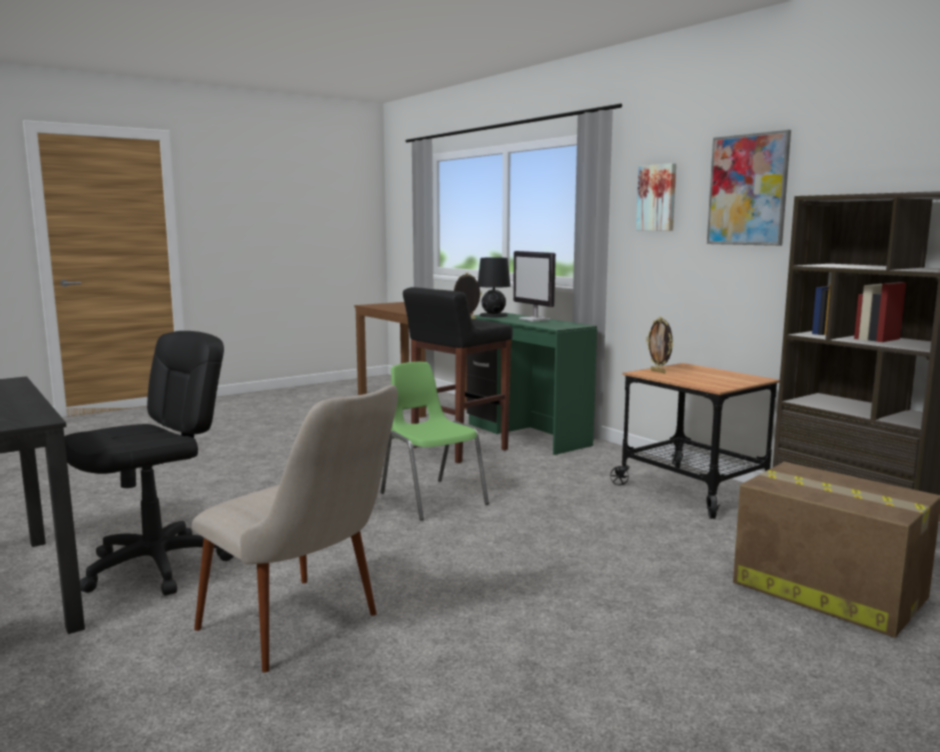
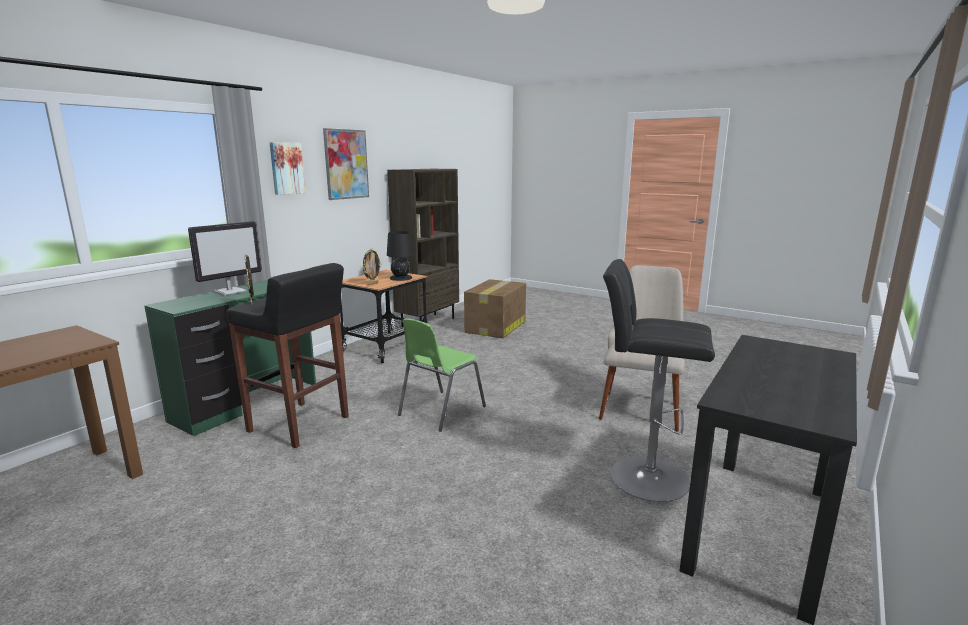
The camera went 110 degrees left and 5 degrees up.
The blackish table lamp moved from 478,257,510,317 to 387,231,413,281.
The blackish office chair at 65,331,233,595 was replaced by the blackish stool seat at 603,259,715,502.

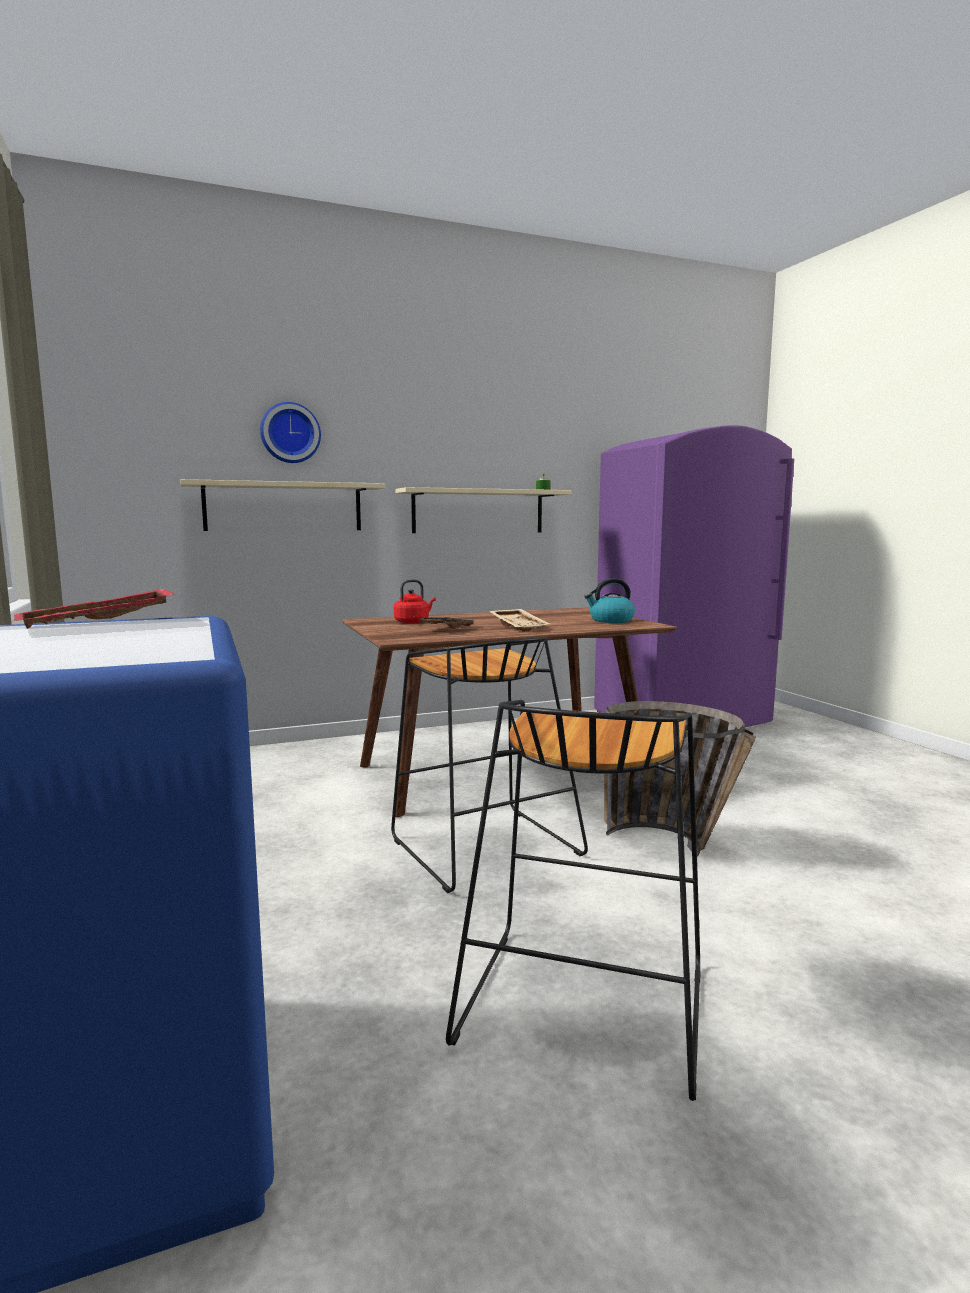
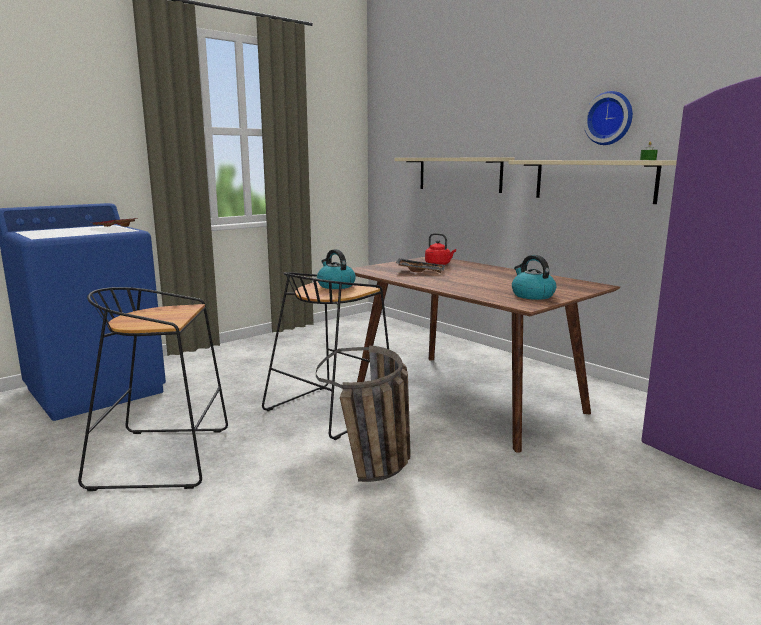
The camera went 70 degrees right and 5 degrees up.
The water kettle at 317,249,356,289 appeared.
The clock on the wall moved from 260,402,321,463 to 584,91,633,145.
The beige-coloured carrying tray at 489,609,550,632 disappeared.

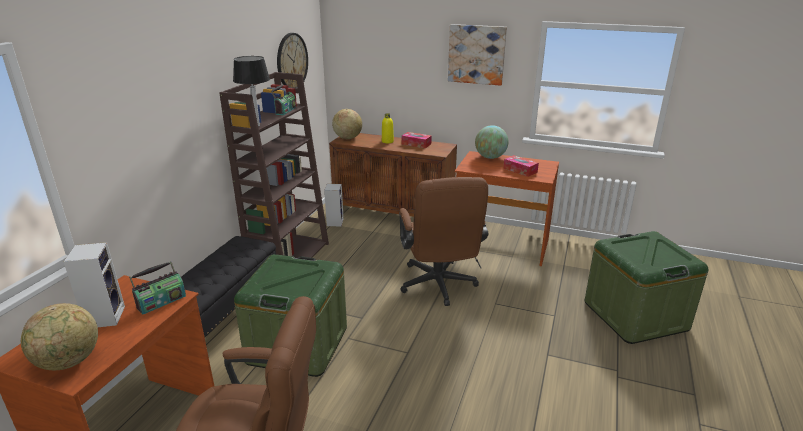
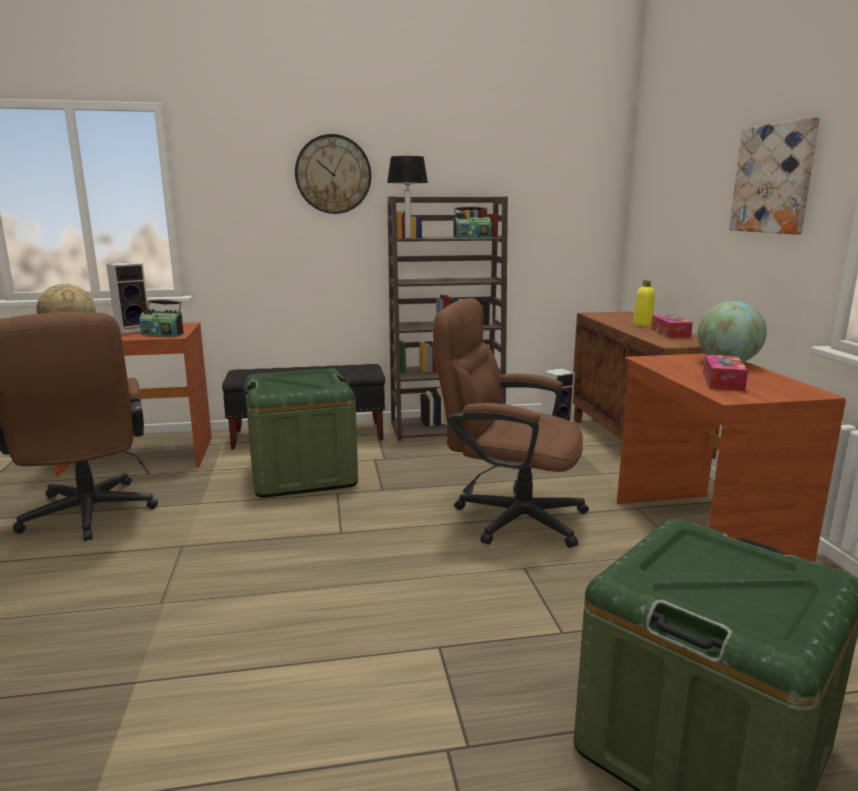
The camera went 60 degrees right and 10 degrees down.
The clock on the wall moved from 277,33,308,88 to 295,134,371,214.
The brown-coloured office chair at 399,177,489,306 turned 60 degrees clockwise.
The world globe at 332,109,362,139 disappeared.

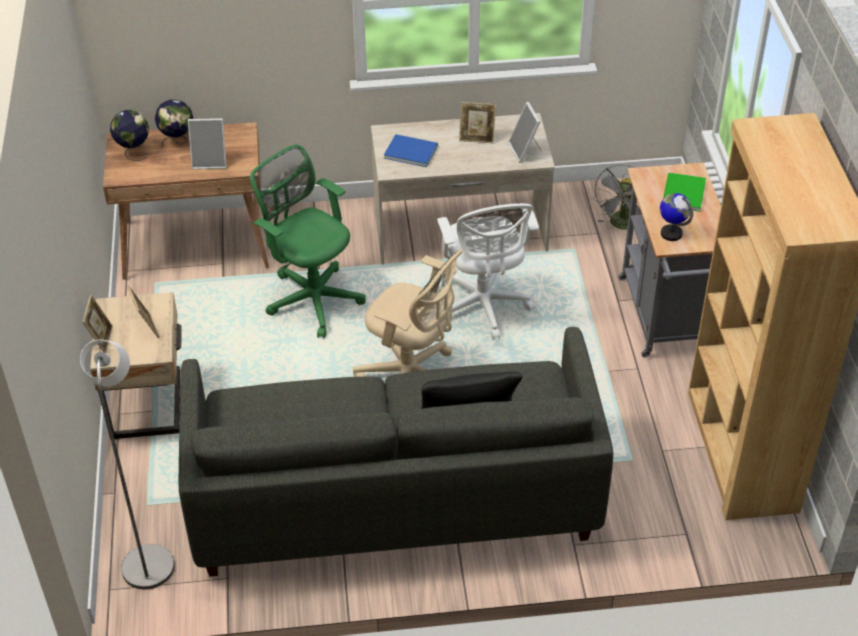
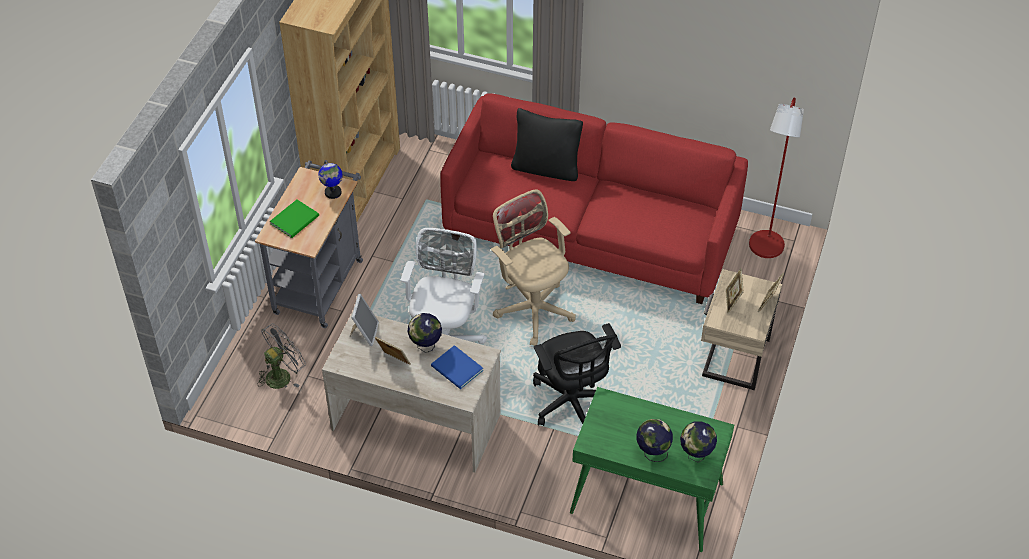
The camera went 155 degrees left and 5 degrees up.
The world globe at 407,313,442,353 appeared.
The gray couch at 179,327,613,577 became the red couch at 440,94,748,304.
The greenish office chair at 250,145,366,338 became the blackish office chair at 533,323,621,426.
The brown-coloured desk unit at 103,122,269,280 became the greenish desk unit at 570,387,734,552.
The gray standard lamp at 80,339,174,590 became the red standard lamp at 749,98,804,258.
The picture frame at 188,118,227,169 disappeared.

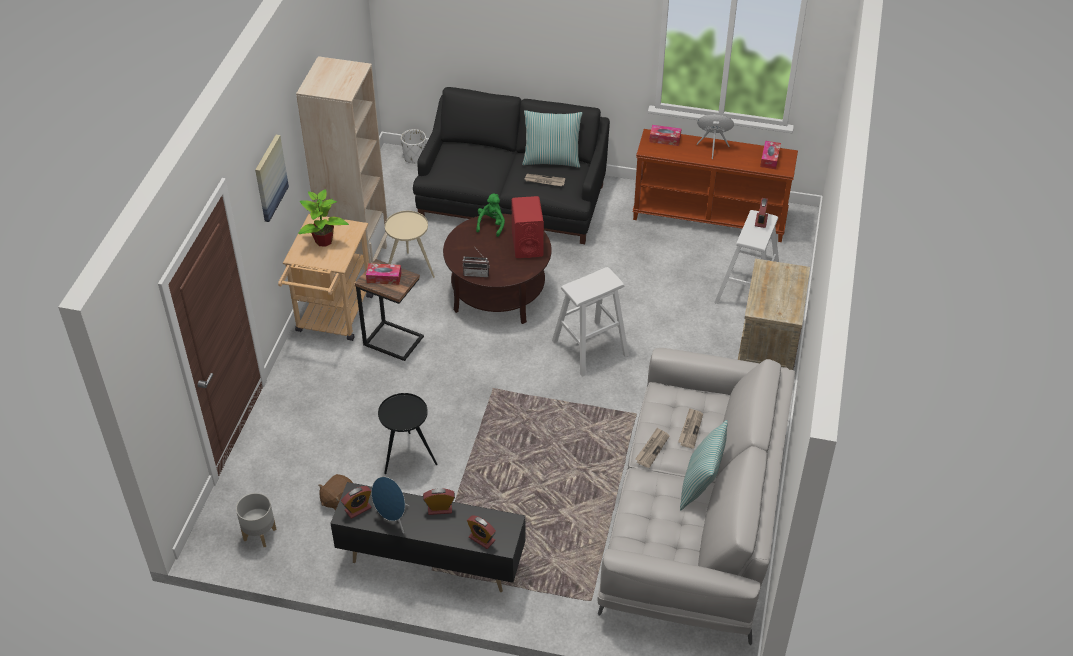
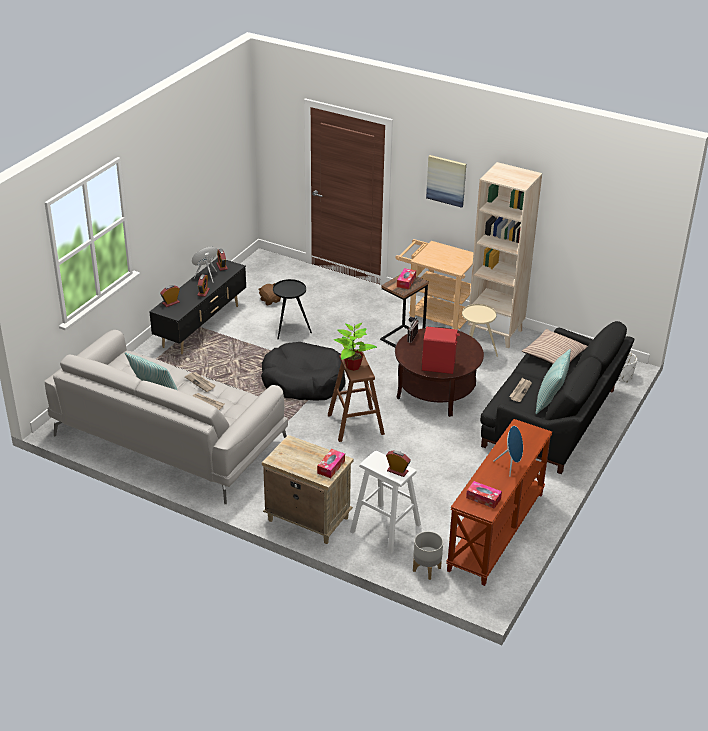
The camera went 105 degrees right and 10 degrees down.
The blackish pet bed at 261,342,346,400 appeared.
The tissue box moved from 649,125,681,146 to 317,449,345,478.
The white-coloured stool seat at 552,267,629,377 became the brown-coloured stool seat at 327,352,385,442.
The plant in a pot moved from 298,189,349,247 to 334,323,377,371.
The gray plant pot moved from 236,493,277,547 to 413,531,443,580.
The throw pillow at 521,329,587,365 appeared.
The greenish soft toy at 476,194,505,237 disappeared.

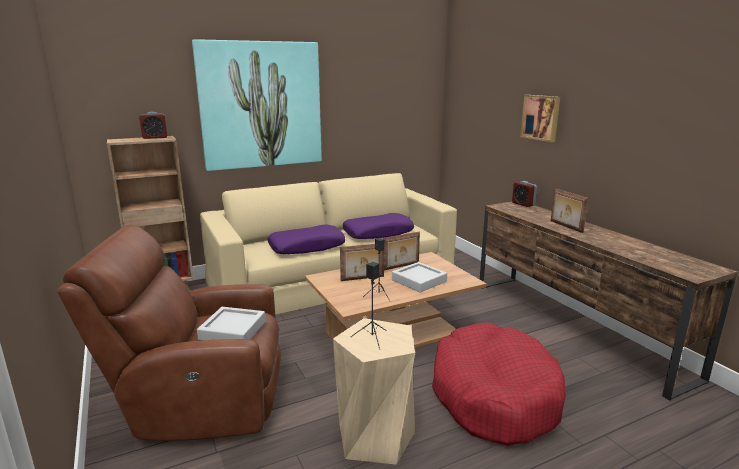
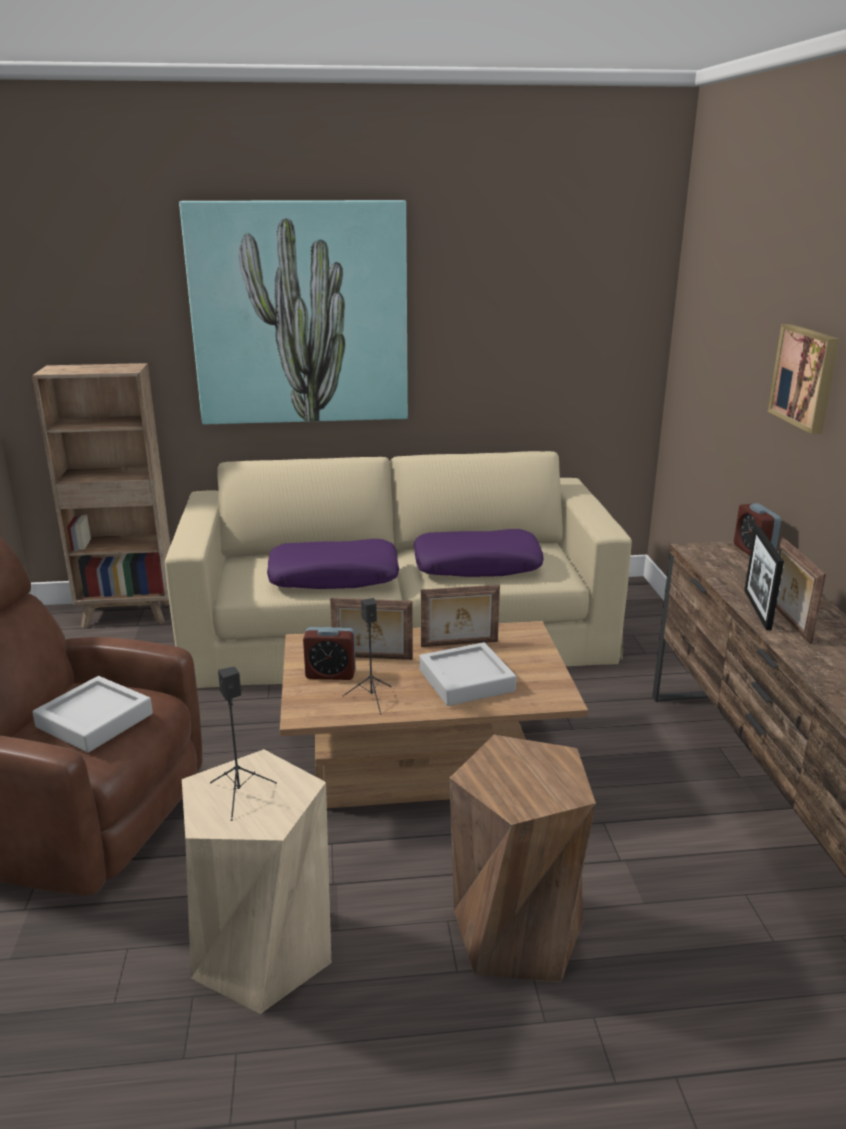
The camera went 20 degrees right and 5 degrees up.
The table clock moved from 139,112,168,139 to 303,627,356,680.
The red pet bed at 432,322,566,446 was replaced by the brown-coloured stool seat at 450,735,596,982.
The picture frame at 744,527,784,631 appeared.

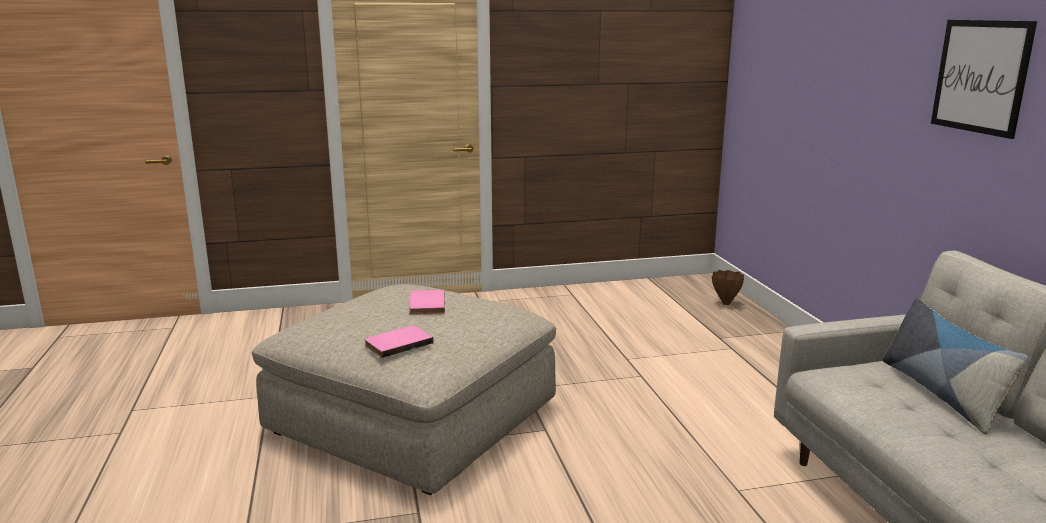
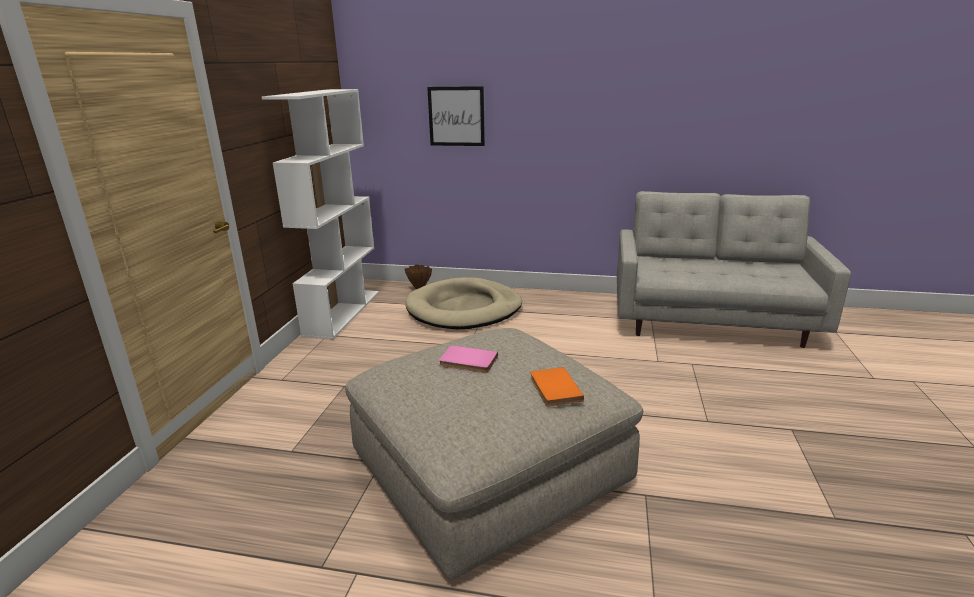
The camera went 65 degrees left and 5 degrees up.
The white-coloured bookcase at 262,89,379,340 appeared.
The beige-coloured pet bed at 405,277,522,329 appeared.
The wall picture moved from 931,20,1037,139 to 427,86,485,146.
The pink-coloured volume at 364,325,434,358 became the orange-coloured volume at 531,367,584,407.
The throw pillow at 882,297,1028,434 disappeared.

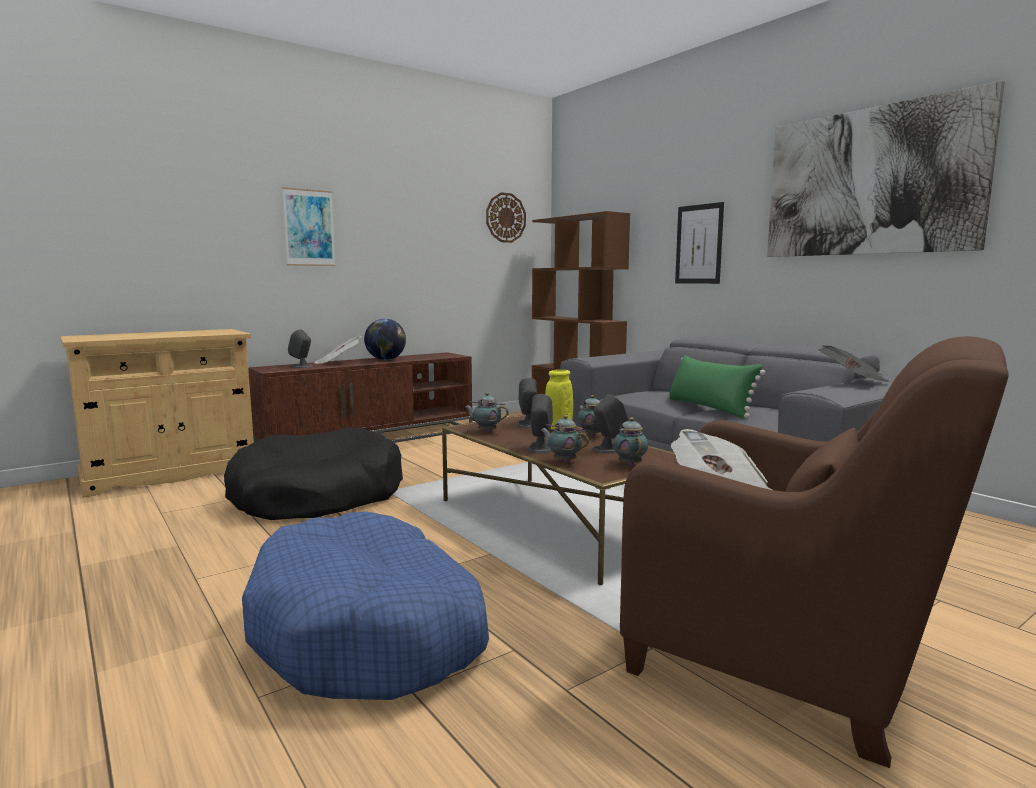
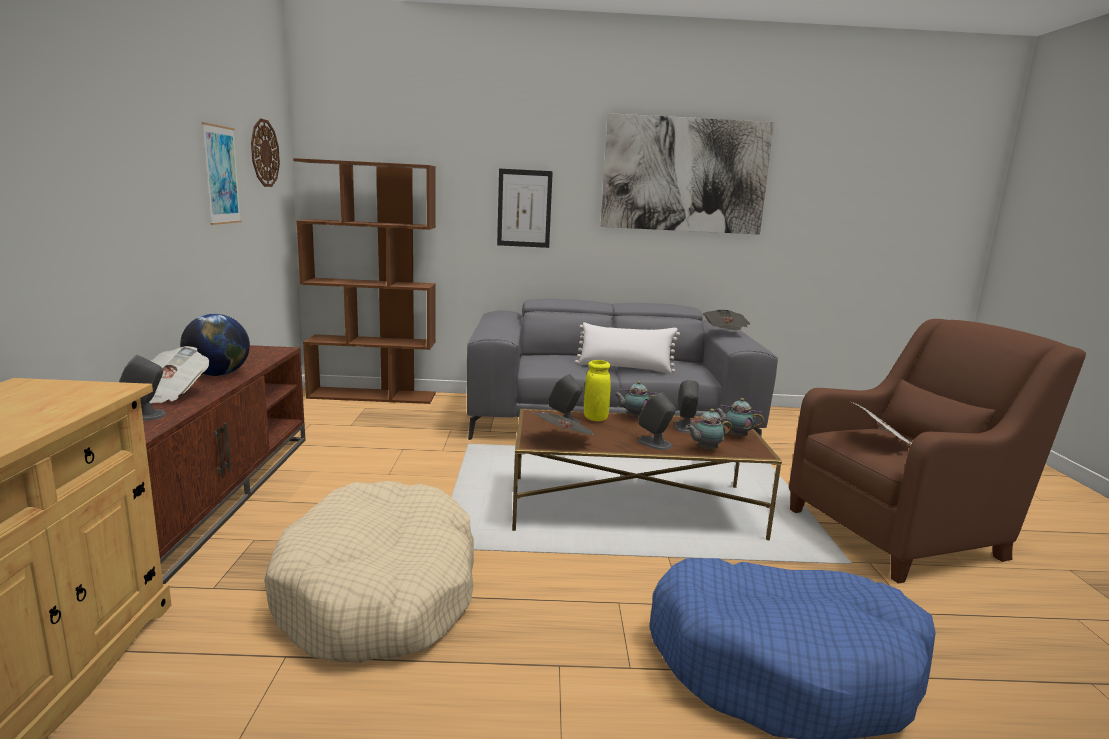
The camera went 55 degrees left and 5 degrees up.
The wall picture moved from 282,187,336,266 to 202,122,242,225.
The blackish pet bed at 224,427,403,520 became the beige-coloured pet bed at 264,481,474,663.
The tea pot at 465,393,509,432 was replaced by the newspaper at 533,412,595,435.
The greenish throw pillow at 668,355,765,419 became the white-coloured throw pillow at 575,322,680,374.

